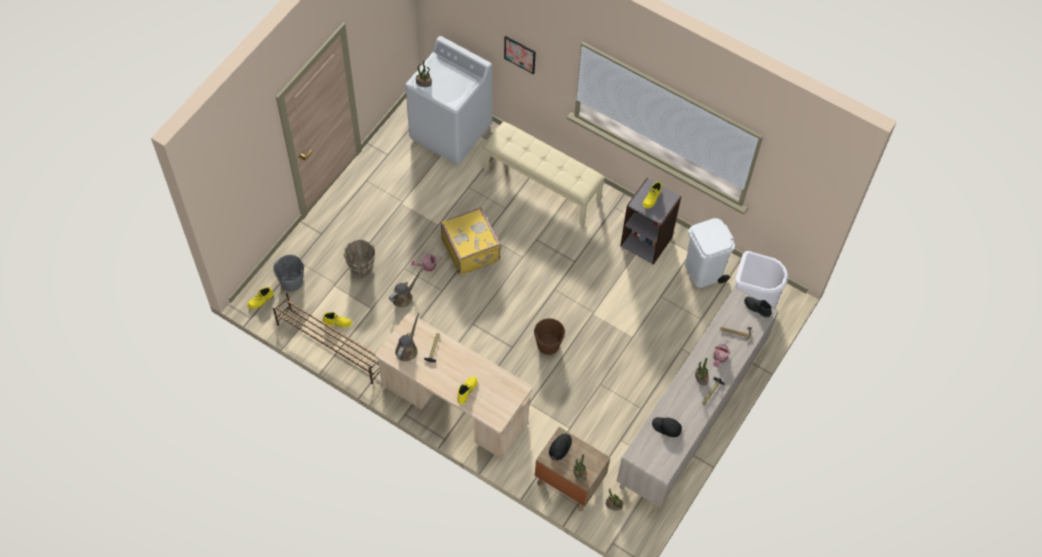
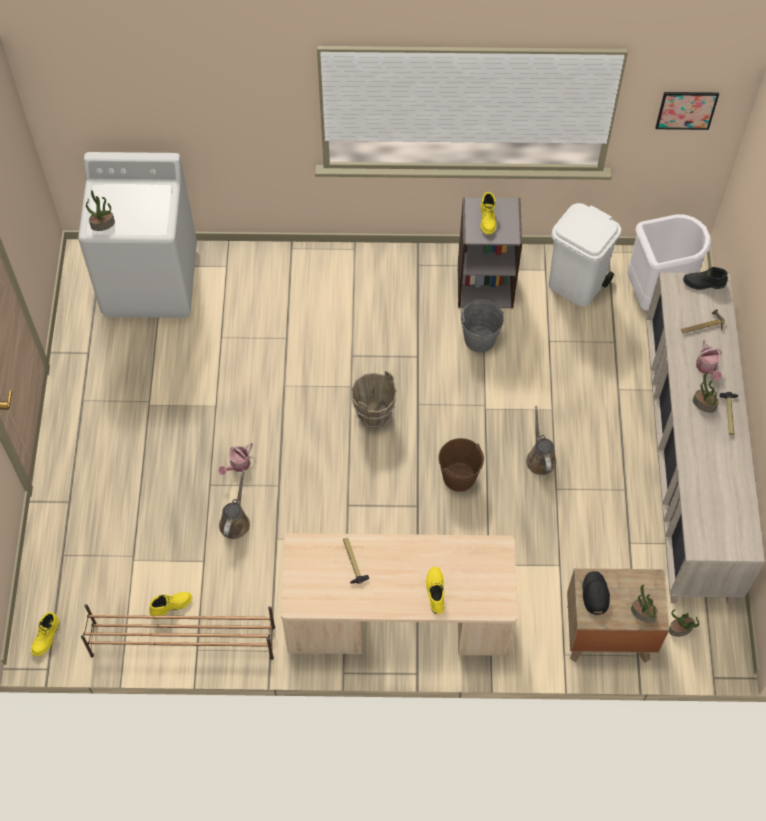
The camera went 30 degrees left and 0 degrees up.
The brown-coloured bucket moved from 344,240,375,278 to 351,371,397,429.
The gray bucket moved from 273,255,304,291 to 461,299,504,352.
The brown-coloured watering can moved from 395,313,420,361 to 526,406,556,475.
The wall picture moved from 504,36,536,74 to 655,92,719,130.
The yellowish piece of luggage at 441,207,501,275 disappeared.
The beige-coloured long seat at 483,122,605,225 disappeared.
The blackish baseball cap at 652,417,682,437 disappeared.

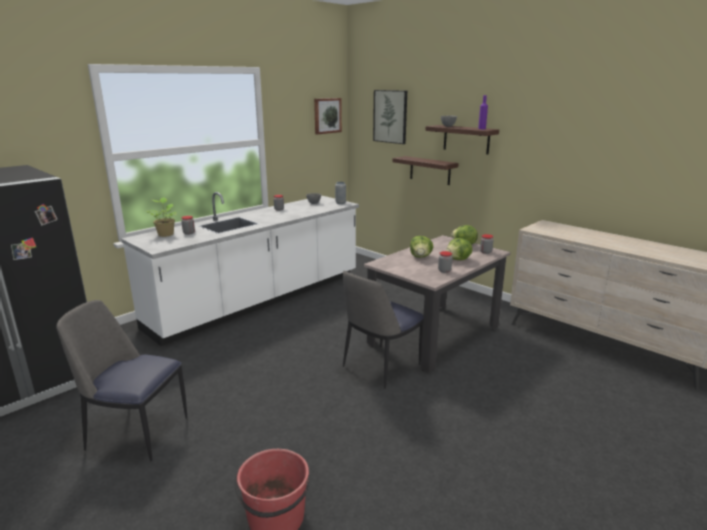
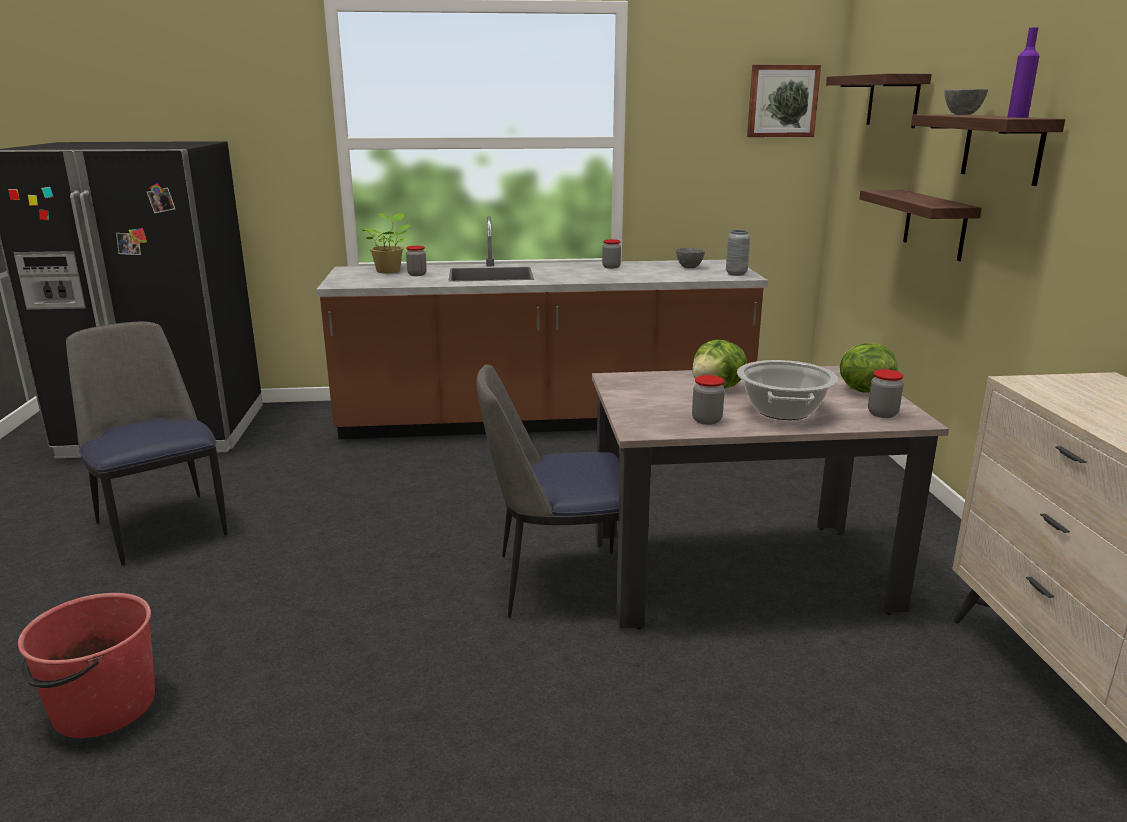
The camera went 40 degrees right and 0 degrees up.
The white-coloured counter at 121,192,359,346 became the brown-coloured counter at 316,216,768,439.
The lettuce at 446,238,472,260 was replaced by the saucepot at 737,360,838,420.
The wall picture at 373,90,407,144 was replaced by the bracket shelf at 826,74,932,128.

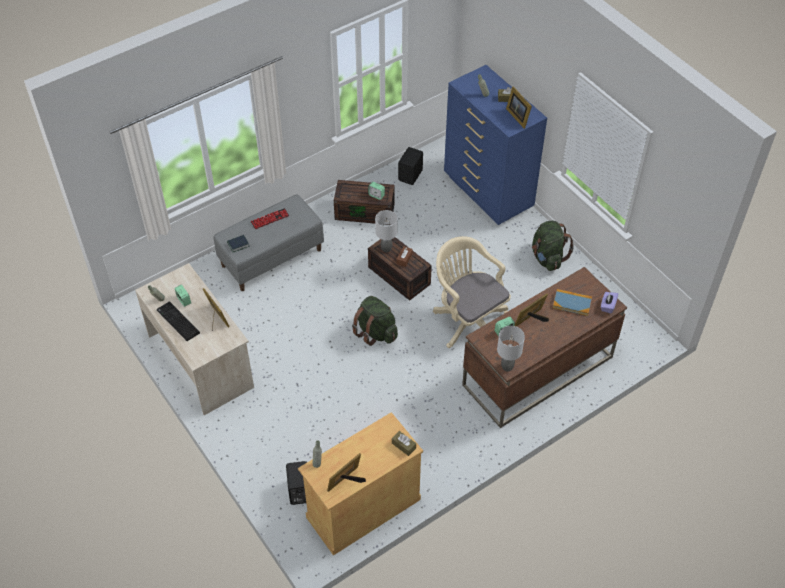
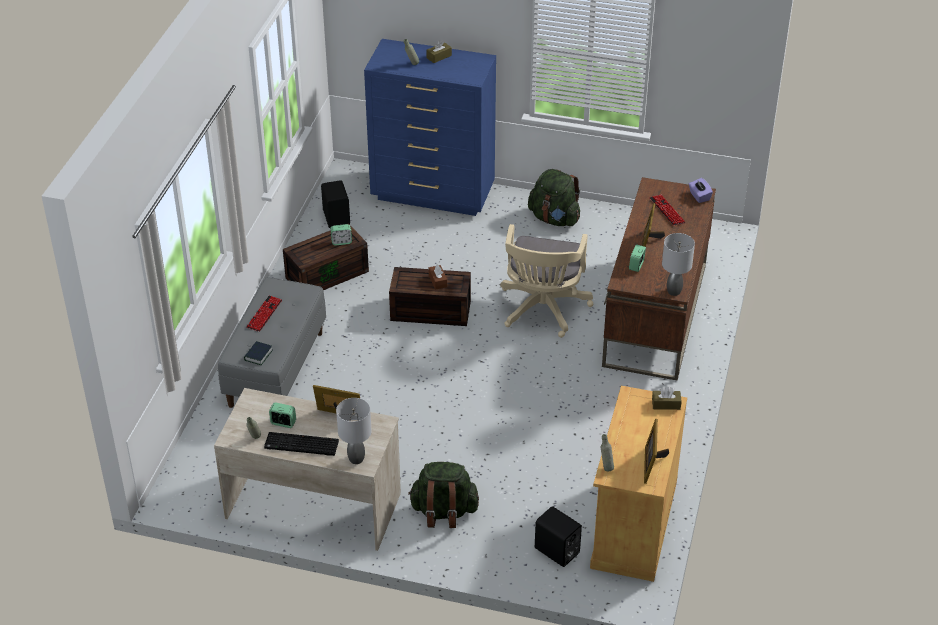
The camera went 40 degrees left and 10 degrees down.
The gray table lamp moved from 375,210,398,252 to 336,398,371,464.
The greenish knapsack moved from 352,296,398,346 to 408,462,479,528.
The beige-coloured office chair at 433,236,511,348 turned 90 degrees counterclockwise.
The volume at 553,289,592,316 was replaced by the computer keyboard at 649,195,686,226.
The picture frame at 506,86,532,129 disappeared.

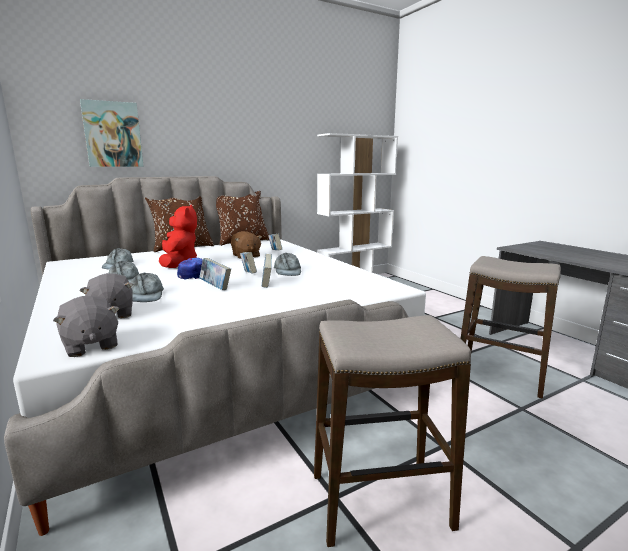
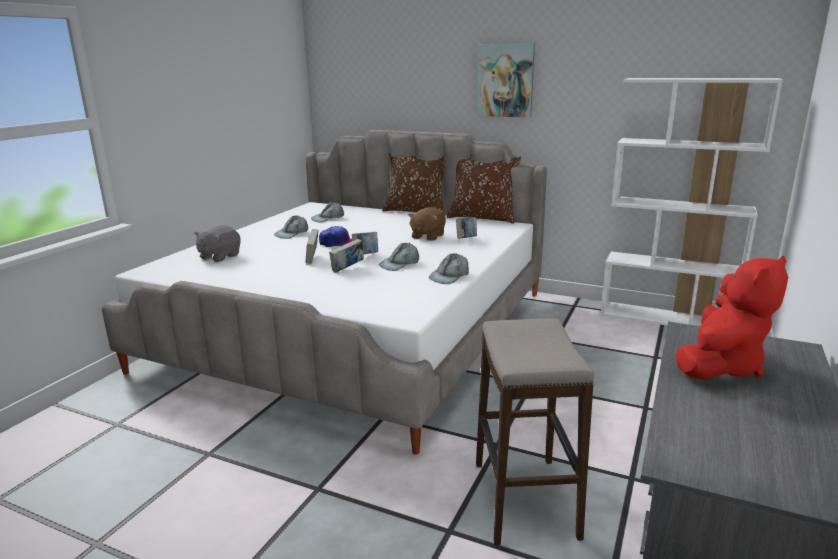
The camera went 55 degrees right and 5 degrees up.
The gray baseball cap moved from 131,273,164,302 to 429,253,469,284.
The wall picture moved from 80,99,144,167 to 477,43,535,118.
The red soft toy moved from 159,205,197,268 to 676,256,788,379.
The gray soft toy at 53,296,120,357 disappeared.
The stool seat at 314,315,471,547 disappeared.

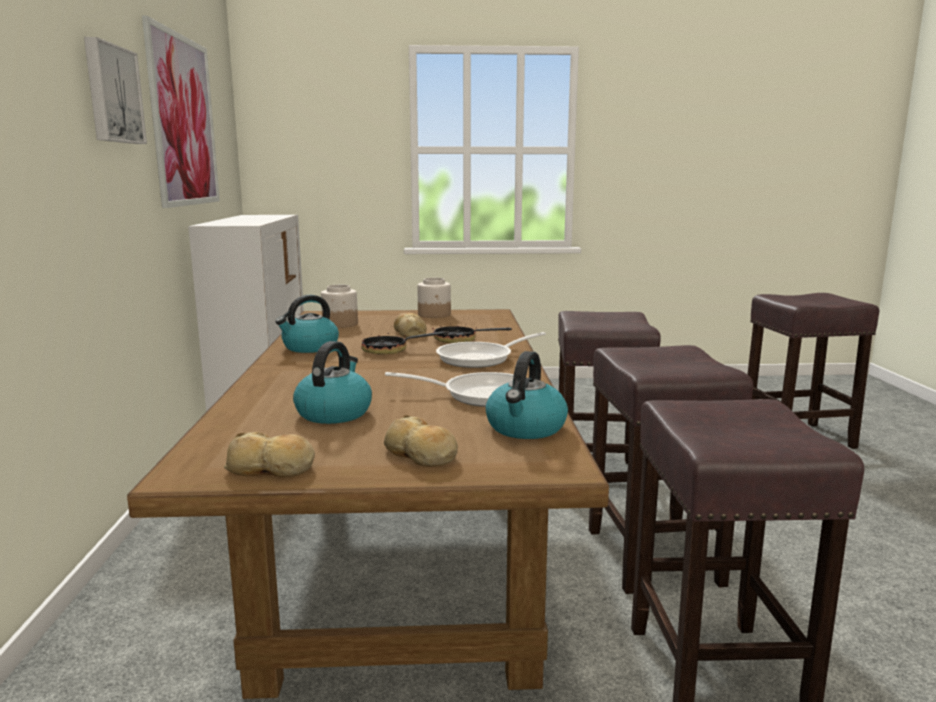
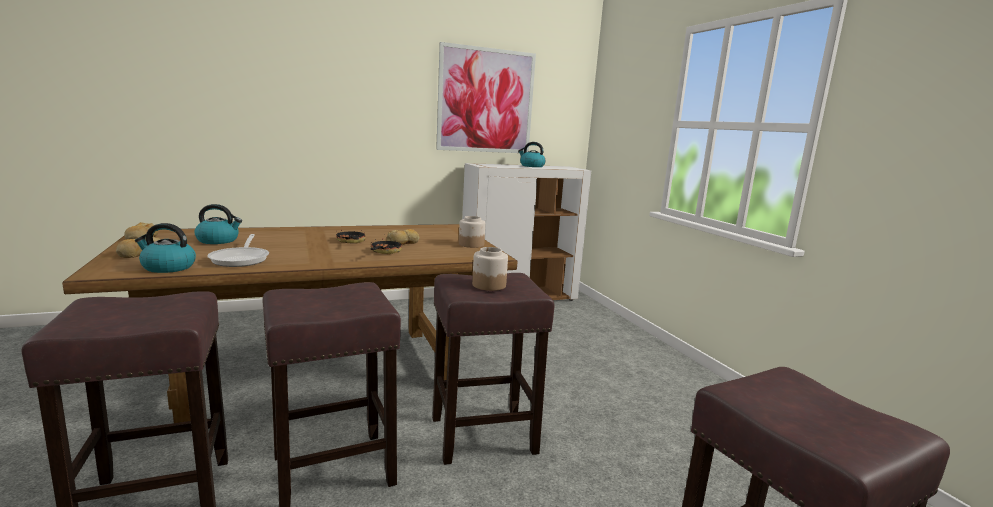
The camera went 70 degrees right and 0 degrees up.
The jar moved from 321,285,358,328 to 472,247,508,291.
The water kettle moved from 275,295,339,353 to 518,142,546,167.
The wall picture at 84,37,147,144 disappeared.
The skillet at 436,332,546,368 disappeared.

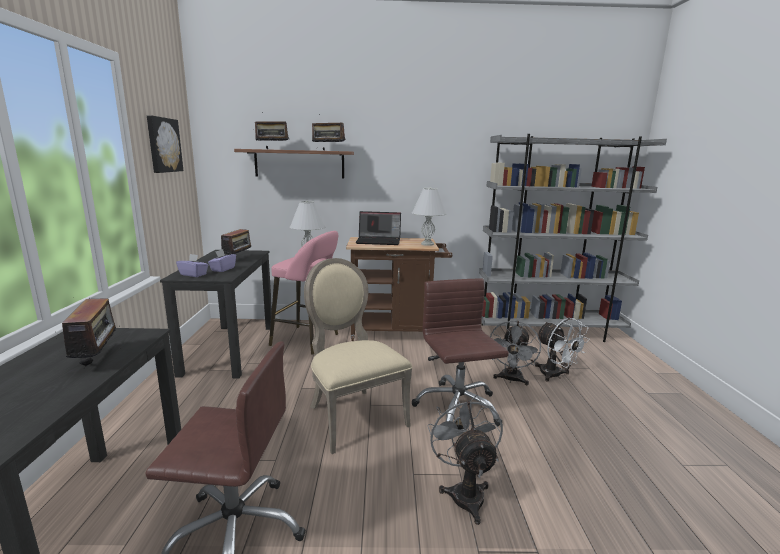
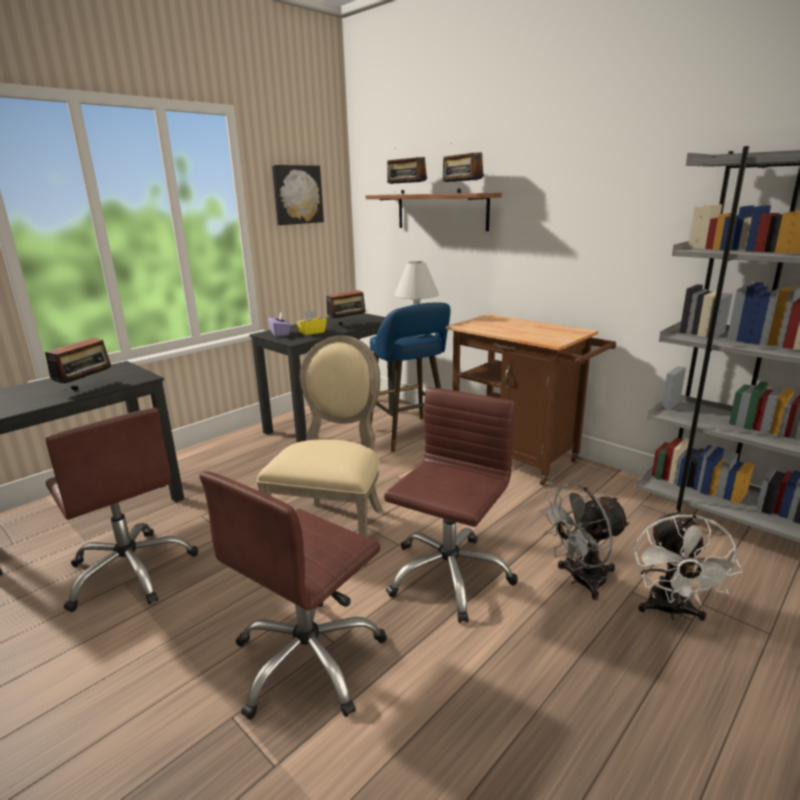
The camera went 45 degrees right and 5 degrees up.
The gray cooling fan at 427,395,503,525 was replaced by the brown-coloured office chair at 199,471,387,720.
The purple tissue box at 208,249,236,272 became the yellowish tissue box at 296,311,327,335.
The pink-coloured stool seat at 269,231,338,354 became the bluish stool seat at 370,303,450,452.
The portable computer at 355,211,401,245 disappeared.
The white-coloured table lamp at 412,187,446,246 disappeared.

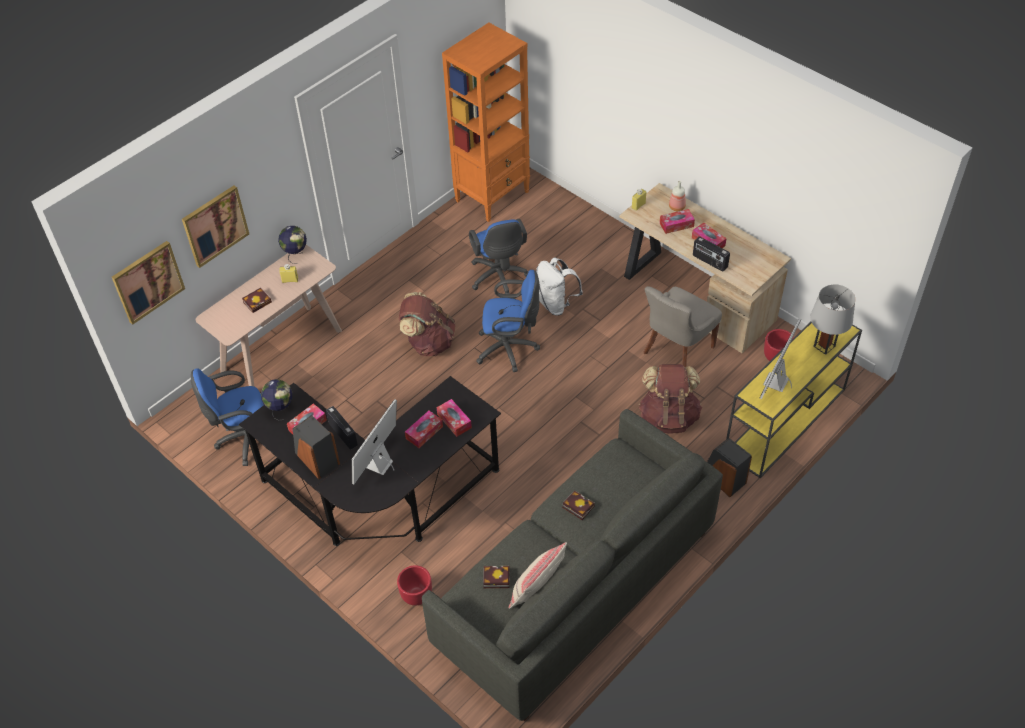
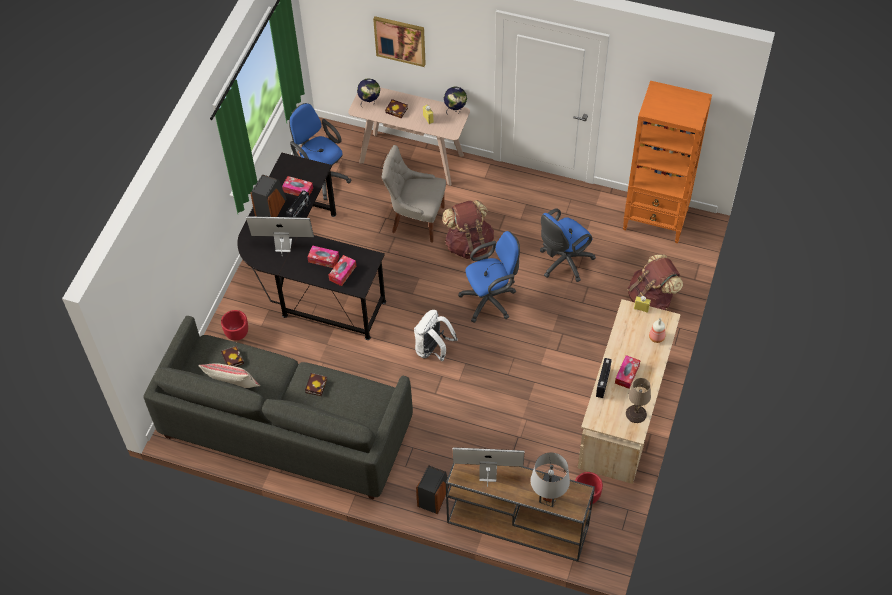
The camera went 65 degrees right and 5 degrees up.
The world globe moved from 261,379,292,421 to 357,79,380,108.
The gray upright chair moved from 644,286,722,367 to 382,145,446,243.
The white-coloured knapsack moved from 536,258,583,316 to 414,310,458,361.
The yellowish narrow table at 726,322,862,478 became the brown-coloured narrow table at 446,464,595,562.
The bluish office chair at 476,270,540,372 turned 90 degrees counterclockwise.
The beige-coloured table lamp at 626,378,651,423 appeared.
The brown-coloured knapsack moved from 639,364,702,434 to 627,254,683,310.
The wall picture at 112,241,185,325 disappeared.
The tissue box at 660,209,695,234 disappeared.

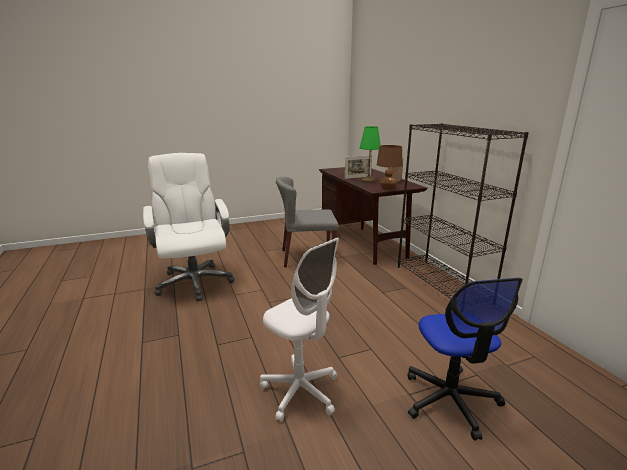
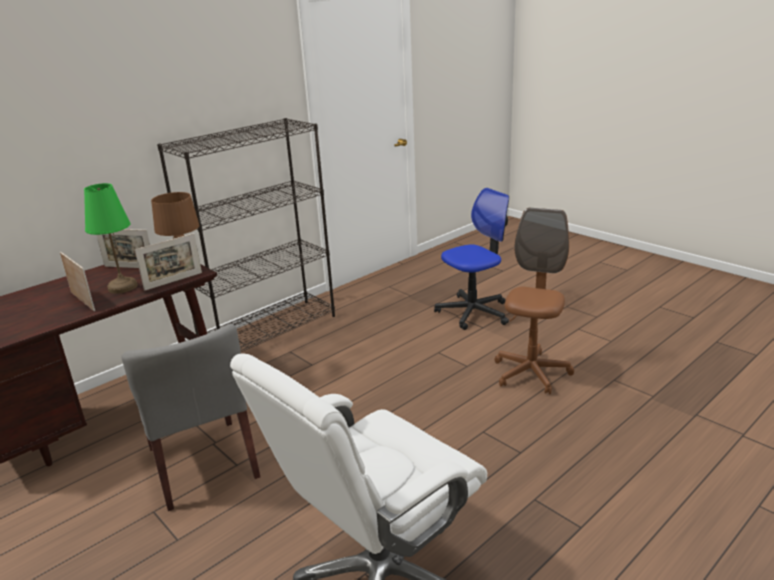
The camera went 110 degrees left and 5 degrees up.
The picture frame at 135,233,202,291 appeared.
The white-coloured office chair at 260,238,339,422 became the brown-coloured office chair at 495,208,574,394.

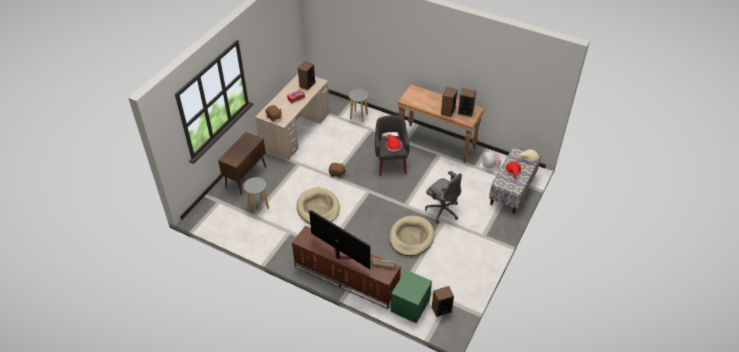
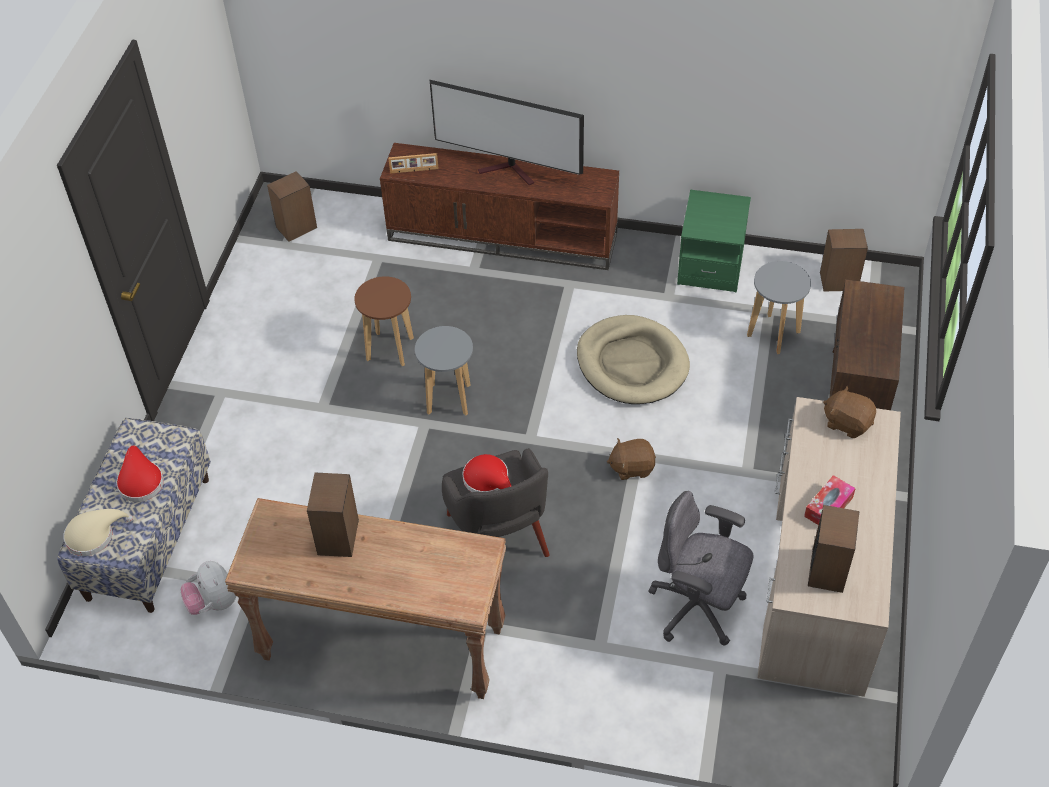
The camera went 165 degrees right and 5 degrees up.
The beige-coloured pet bed at 389,216,434,256 was replaced by the brown-coloured stool seat at 354,276,414,366.
The gray stool seat moved from 349,89,369,122 to 415,326,473,416.
The gray office chair moved from 425,171,462,224 to 648,491,754,646.
The greenish bedside table moved from 391,270,432,323 to 677,190,751,293.
The speaker moved from 458,88,476,117 to 820,229,868,291.

